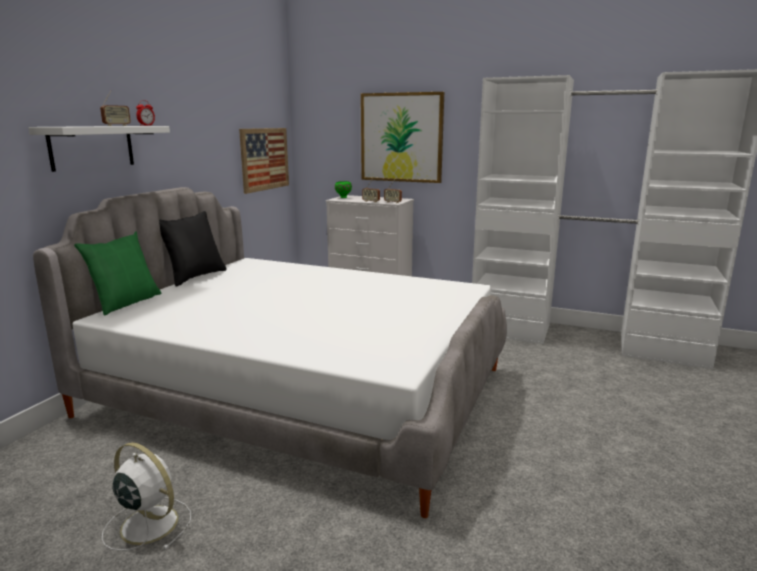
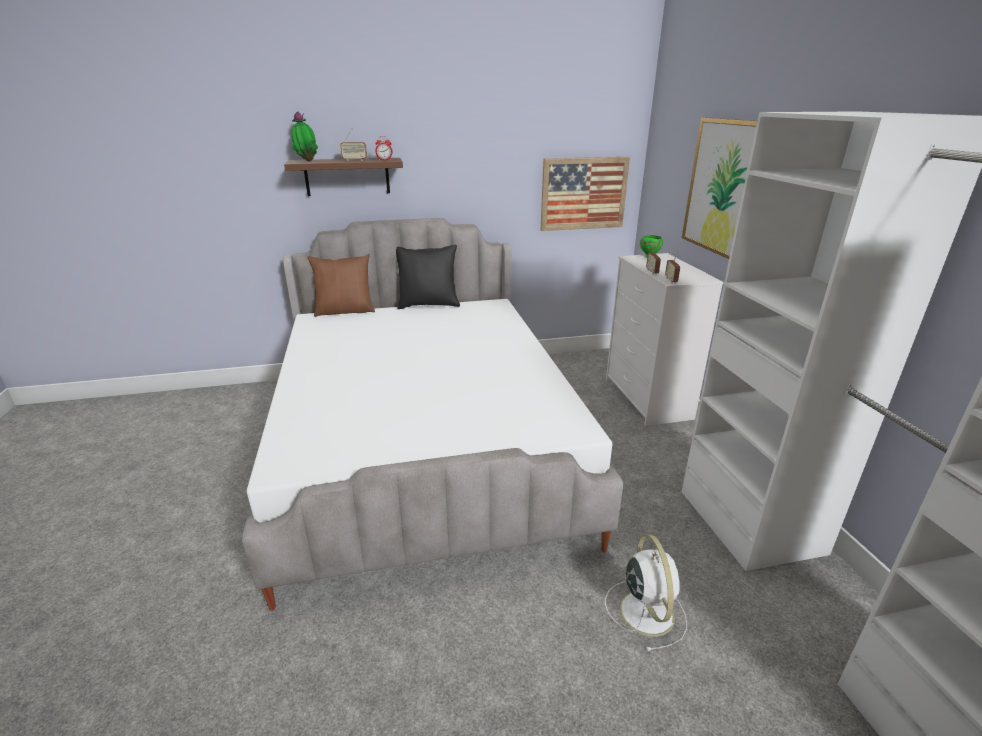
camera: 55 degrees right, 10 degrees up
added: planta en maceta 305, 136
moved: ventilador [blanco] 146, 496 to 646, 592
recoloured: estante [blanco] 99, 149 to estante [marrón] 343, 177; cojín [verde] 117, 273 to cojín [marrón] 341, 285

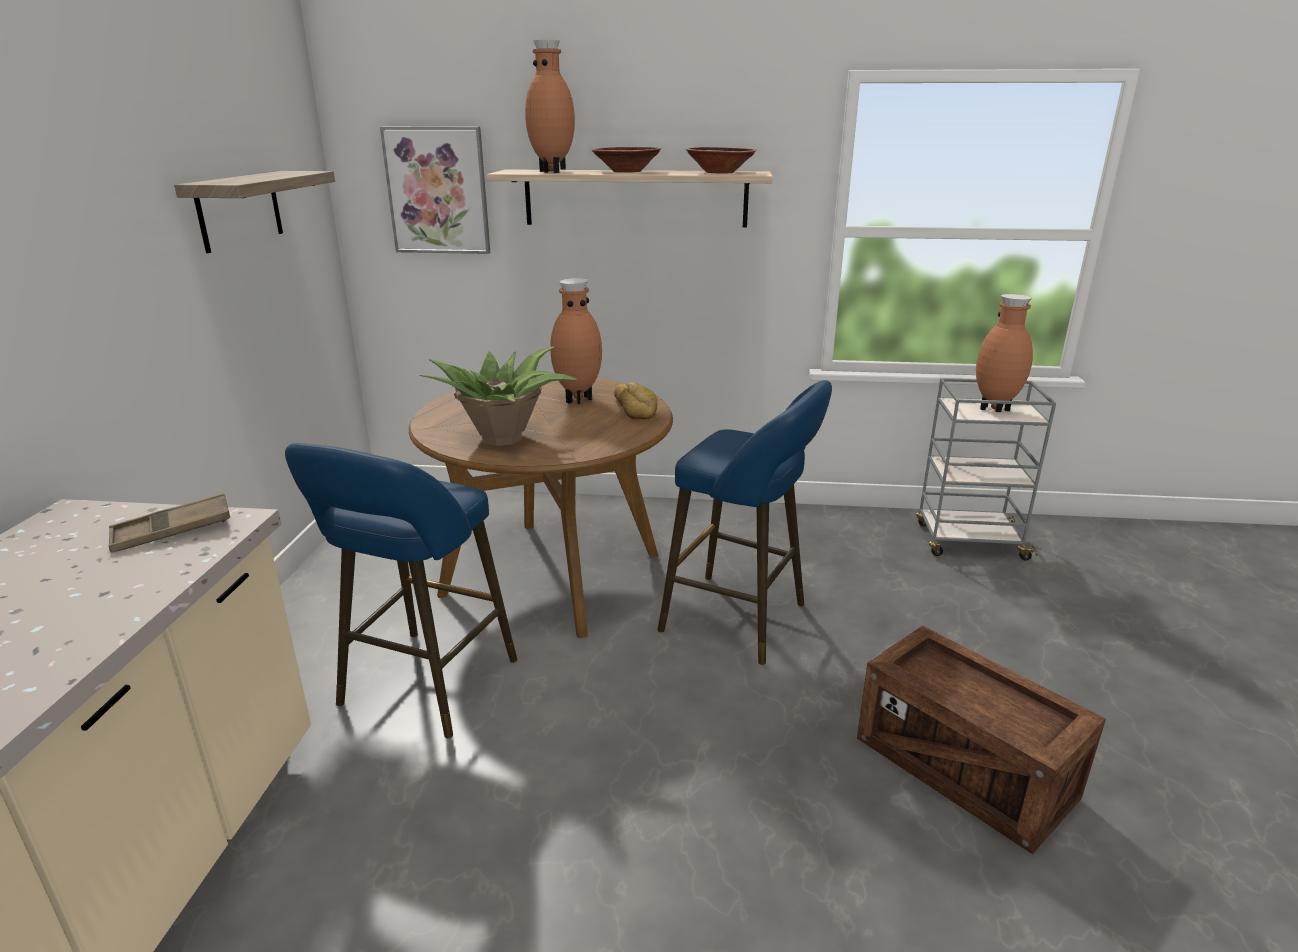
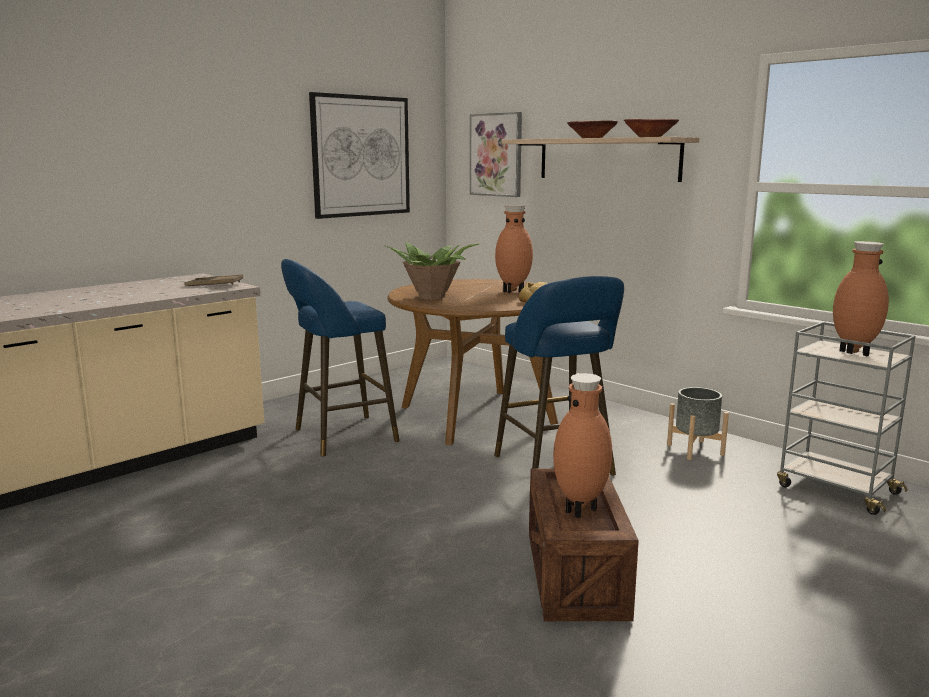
camera: 40 degrees right, 10 degrees down
added: maceta [gris] 698, 423
moved: florero [marrón] 550, 106 to 582, 445
replaced: estante 254, 212 to cuadro 359, 155

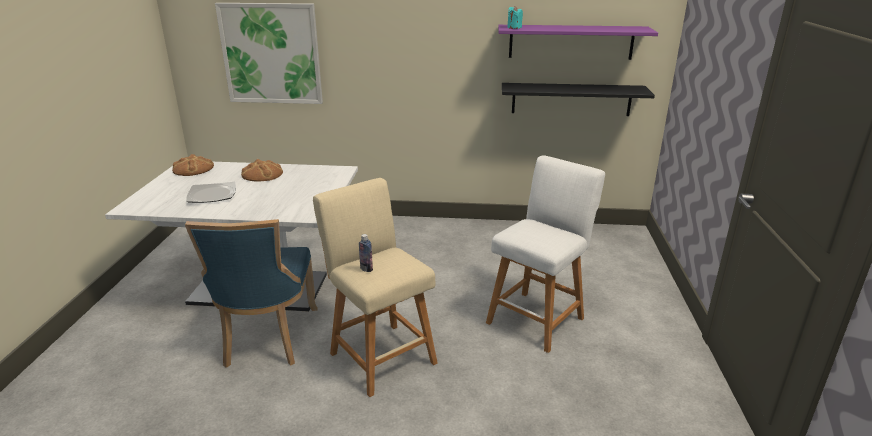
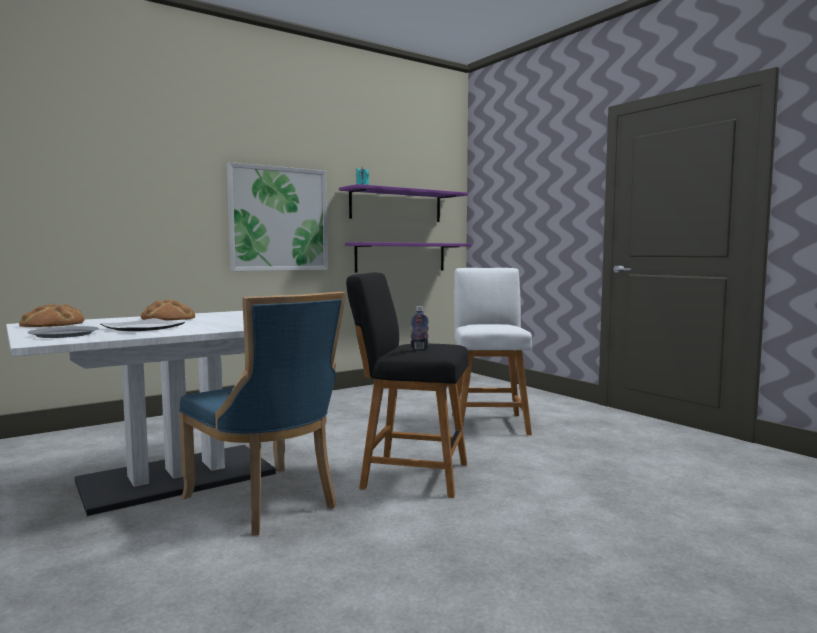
camera: 40 degrees left, 20 degrees down
added: plato [gris] 63, 332
moved: cuadro 269, 53 to 277, 216
recoloured: estante [negro] 578, 99 to estante [morado] 408, 257; taburete [beis] 375, 287 to taburete [negro] 407, 385

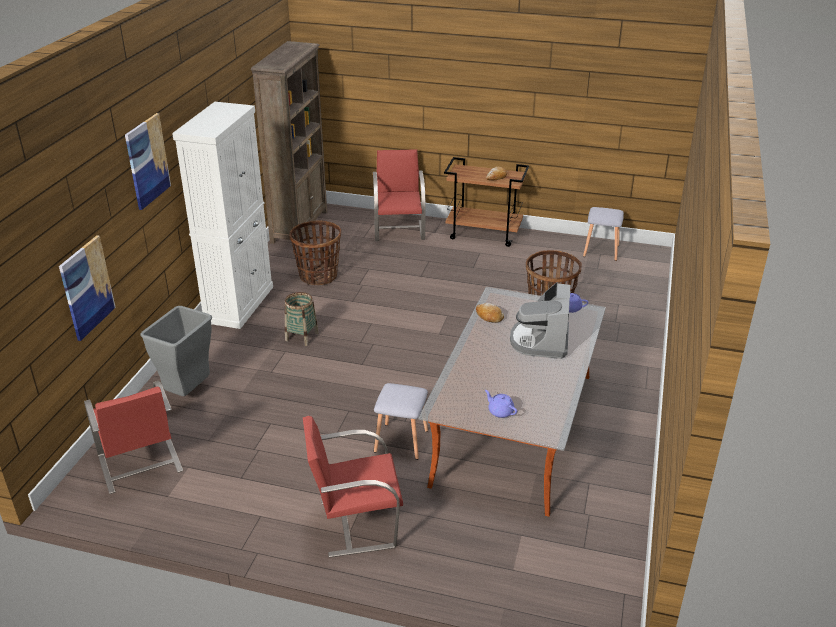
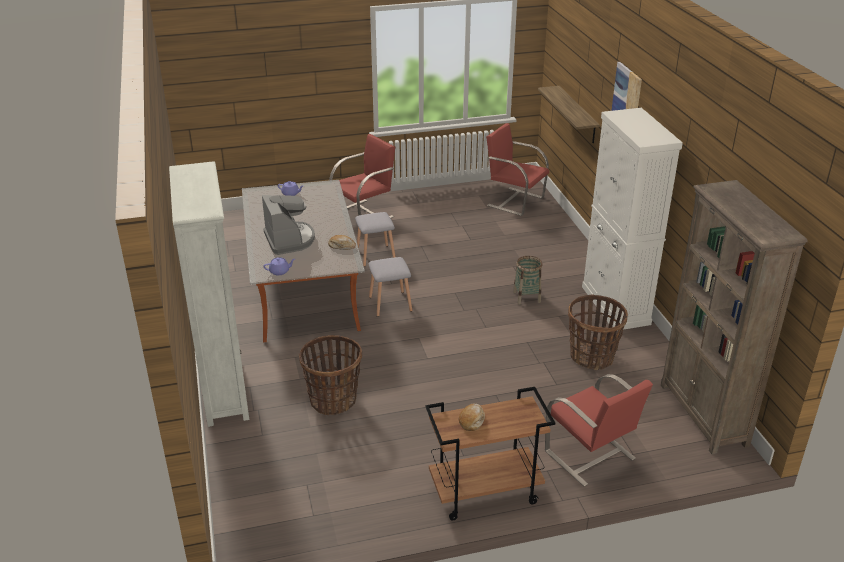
camera: 150 degrees right, 0 degrees up
removed: papelera [gris] 176, 351
added: estantería [blanco] 209, 294
moved: taburete [gris] 603, 234 to 390, 287
replaced: cuadro 87, 288 to estante 569, 114

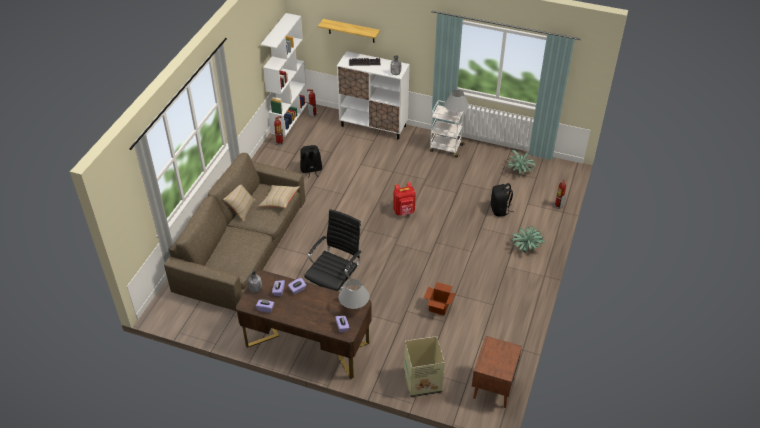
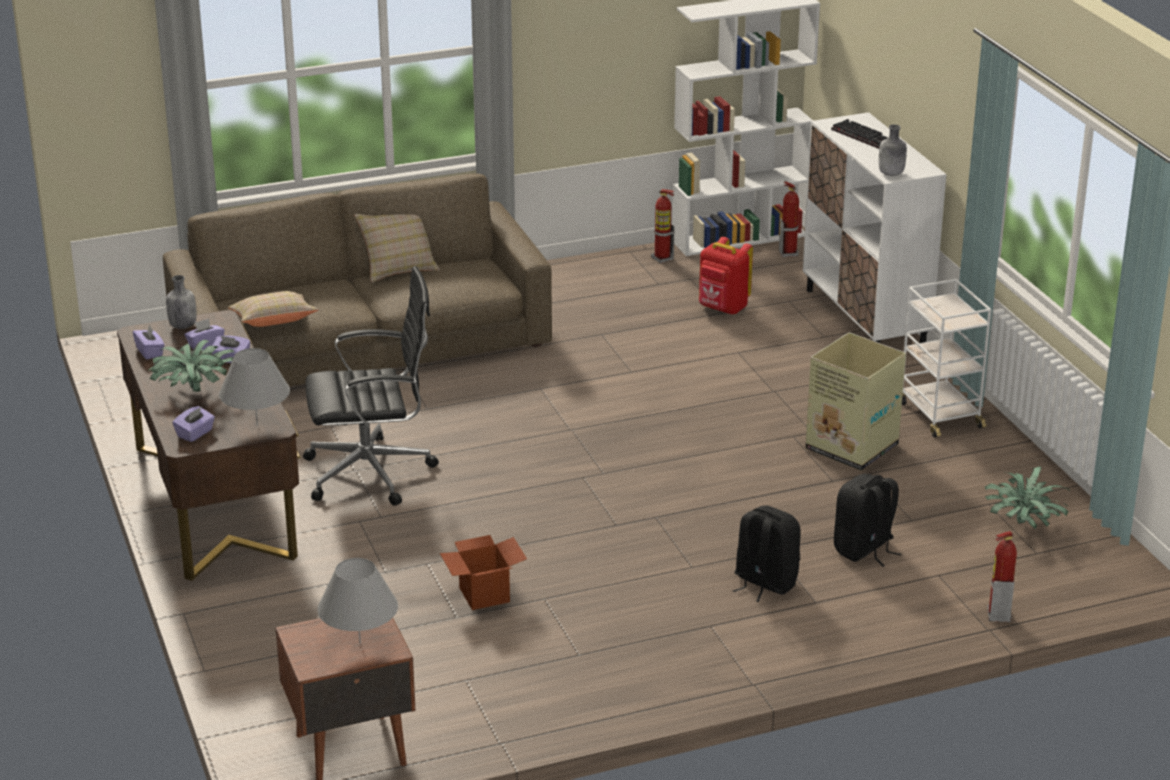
camera: 50 degrees right, 15 degrees down
removed: estante 349, 31
moved: lámpara de mesa [gris] 457, 101 to 357, 601; mochila [negro] 311, 161 to 767, 553; mochila [rojo] 404, 199 to 726, 276; cojín [beis] 279, 196 to 273, 309; planta en maceta 529, 239 to 191, 366; caja de cartón 424, 366 to 856, 401

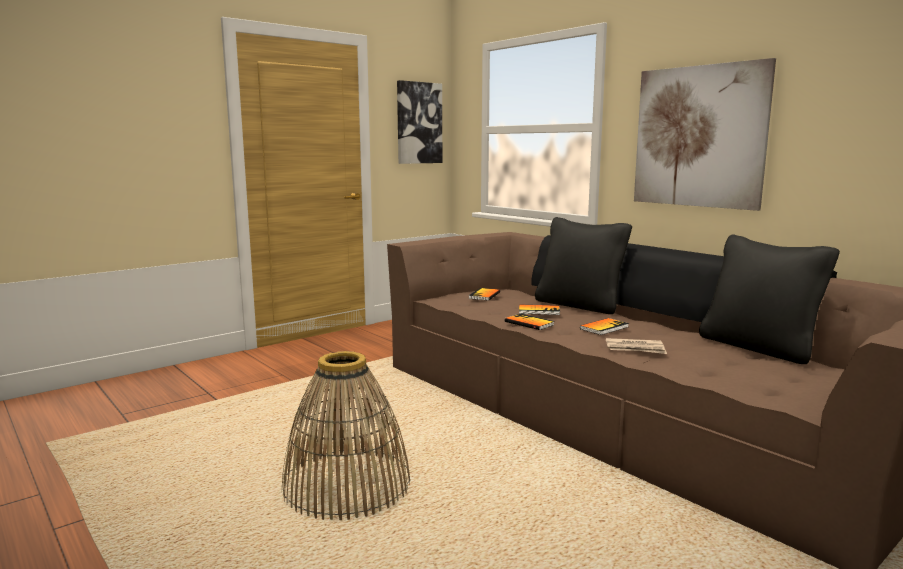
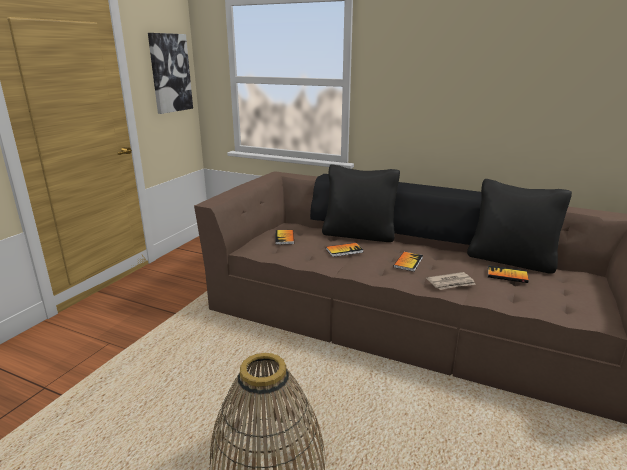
camera: 25 degrees left, 10 degrees up
removed: cuadro 705, 134
moved: libro 530, 322 to 508, 274

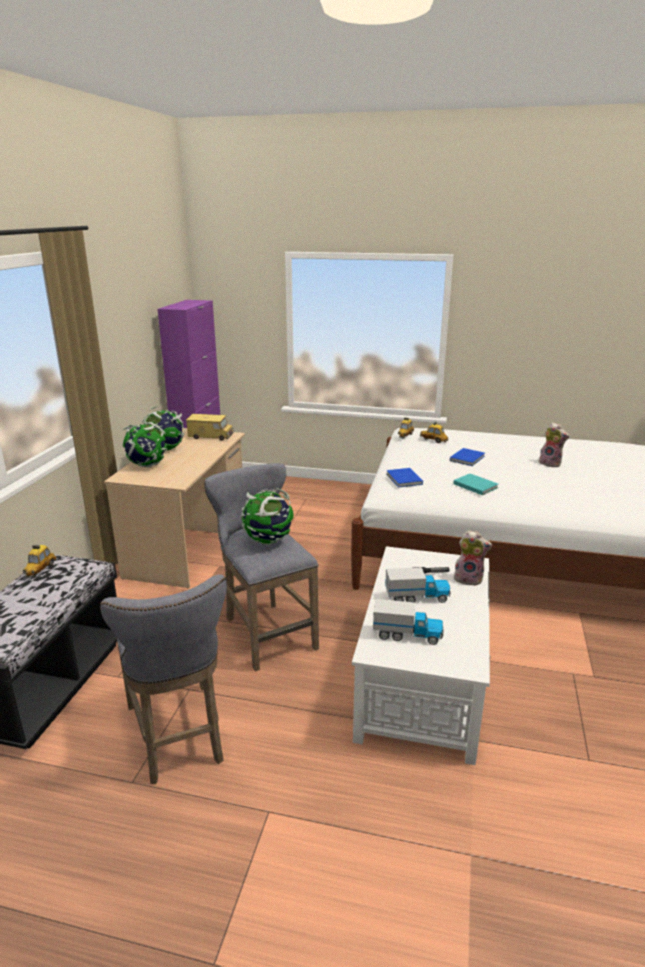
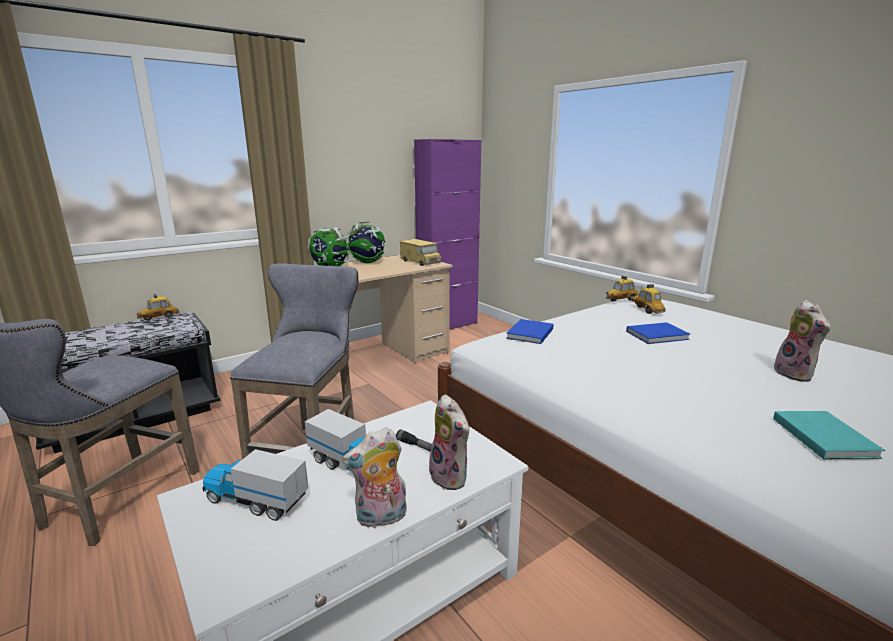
camera: 40 degrees right, 5 degrees down
removed: globo terráqueo 267, 516
added: peluche 375, 477
moved: libro [turquesa] 475, 484 to 829, 435
turned: camión de juguete 408, 622 = 255, 485 150 degrees clockwise

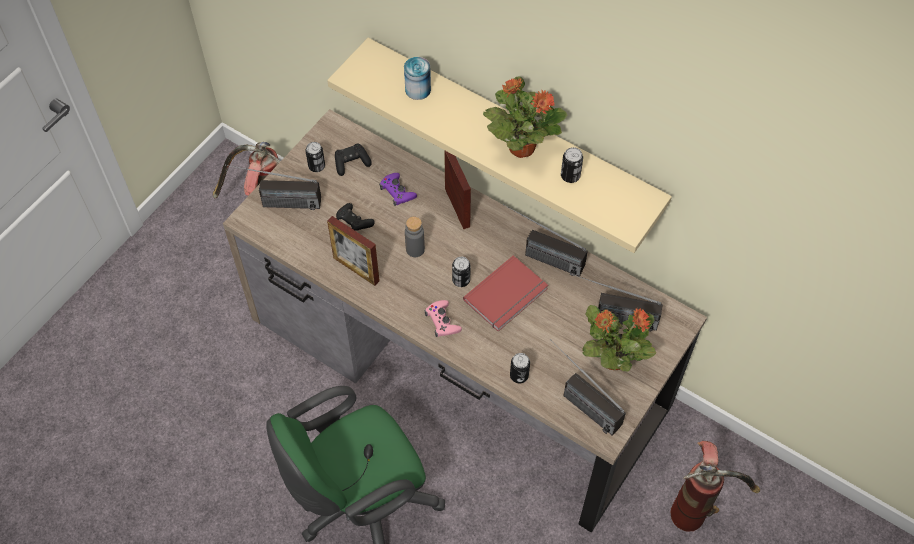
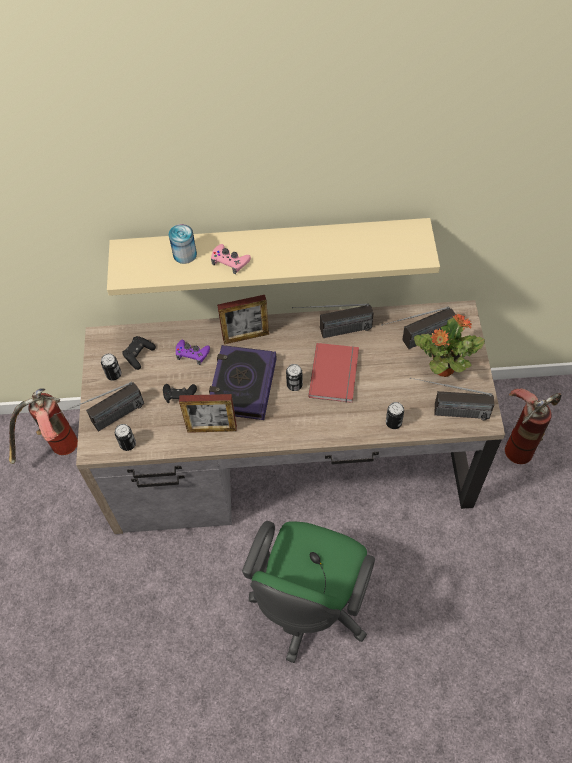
camera: 35 degrees left, 0 degrees up
removed: planta en maceta 525, 117
moved: lata 572, 165 to 125, 437; mando de consola [rosa] 443, 318 to 231, 259
replaced: botella [gris] 415, 237 to libro 242, 382
turned: portarretratos 457, 189 = 243, 319 135 degrees clockwise

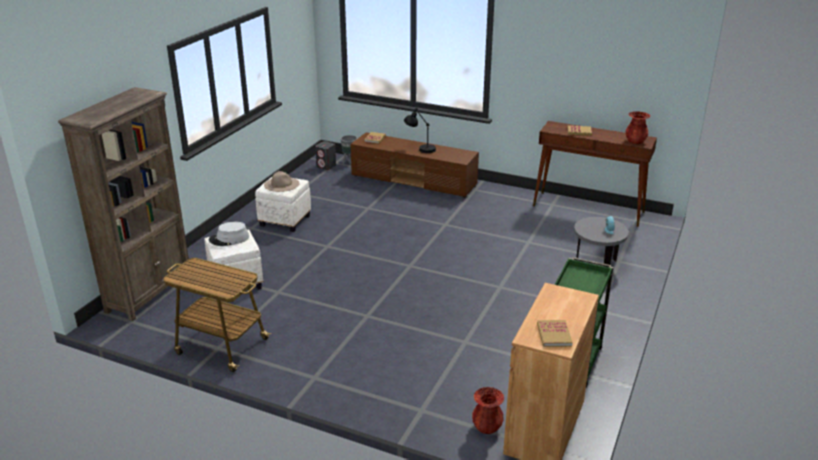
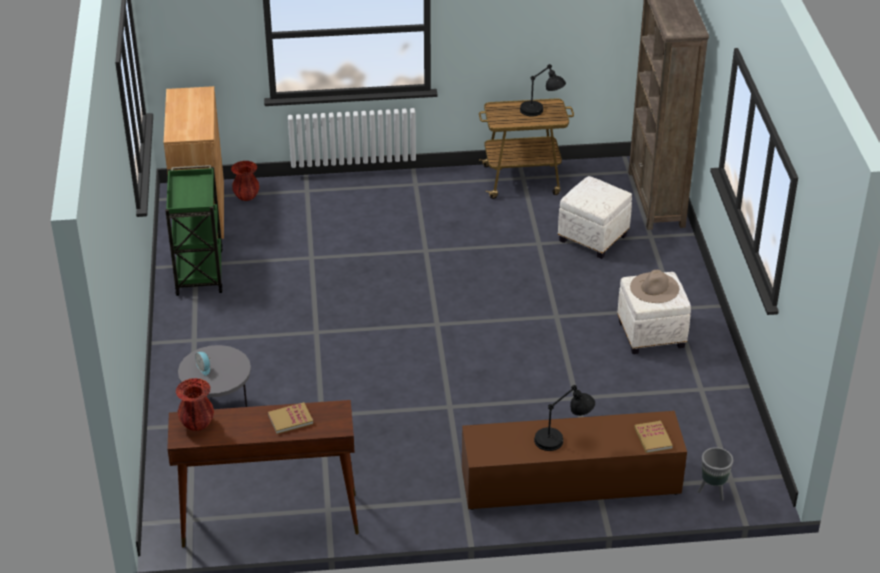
camera: 150 degrees right, 10 degrees up
removed: altavoz [gris] 325, 155; sombrero [gris] 229, 234; libro 555, 333
added: lámpara de mesa [negro] 543, 90

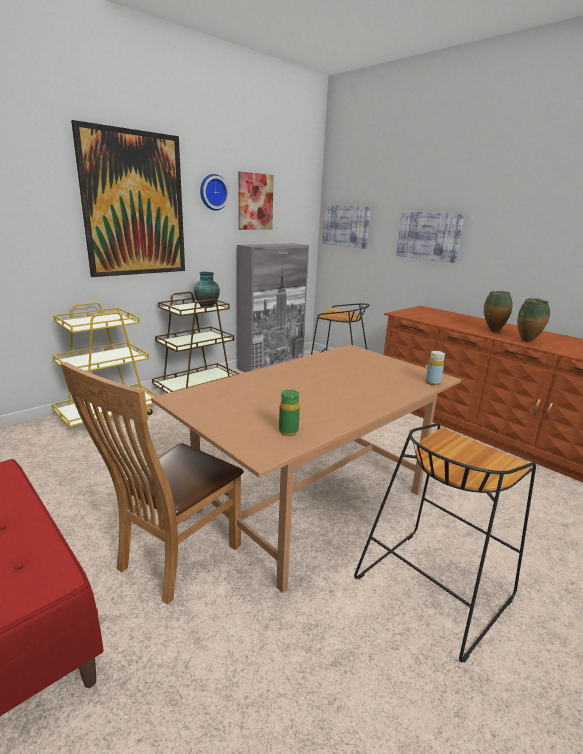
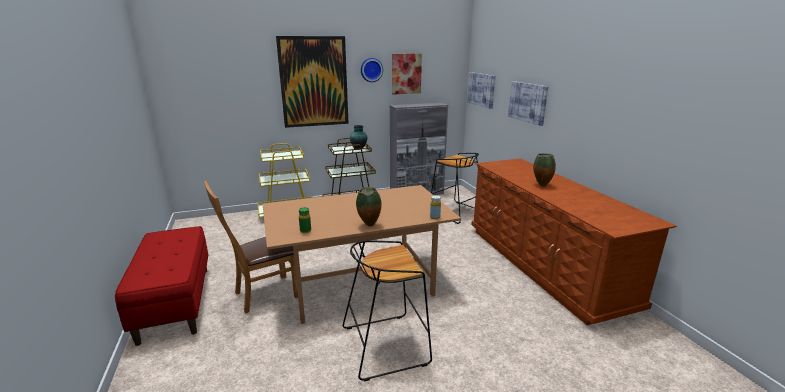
camera: 25 degrees right, 0 degrees up
moved: florero 533, 320 to 368, 206

